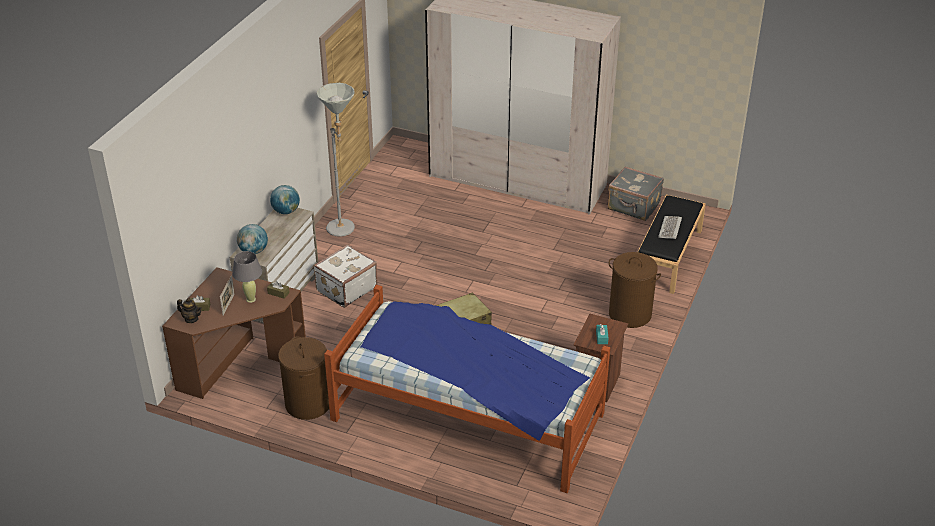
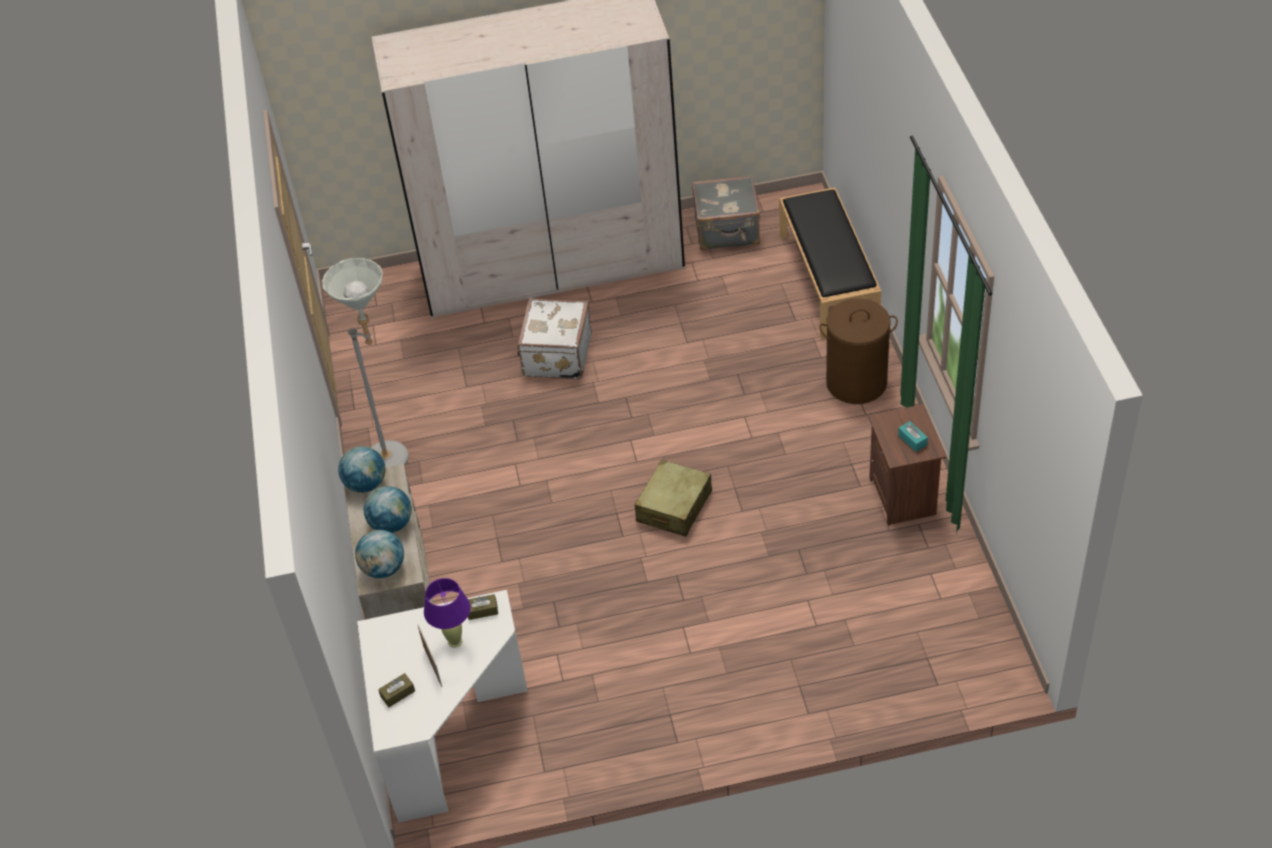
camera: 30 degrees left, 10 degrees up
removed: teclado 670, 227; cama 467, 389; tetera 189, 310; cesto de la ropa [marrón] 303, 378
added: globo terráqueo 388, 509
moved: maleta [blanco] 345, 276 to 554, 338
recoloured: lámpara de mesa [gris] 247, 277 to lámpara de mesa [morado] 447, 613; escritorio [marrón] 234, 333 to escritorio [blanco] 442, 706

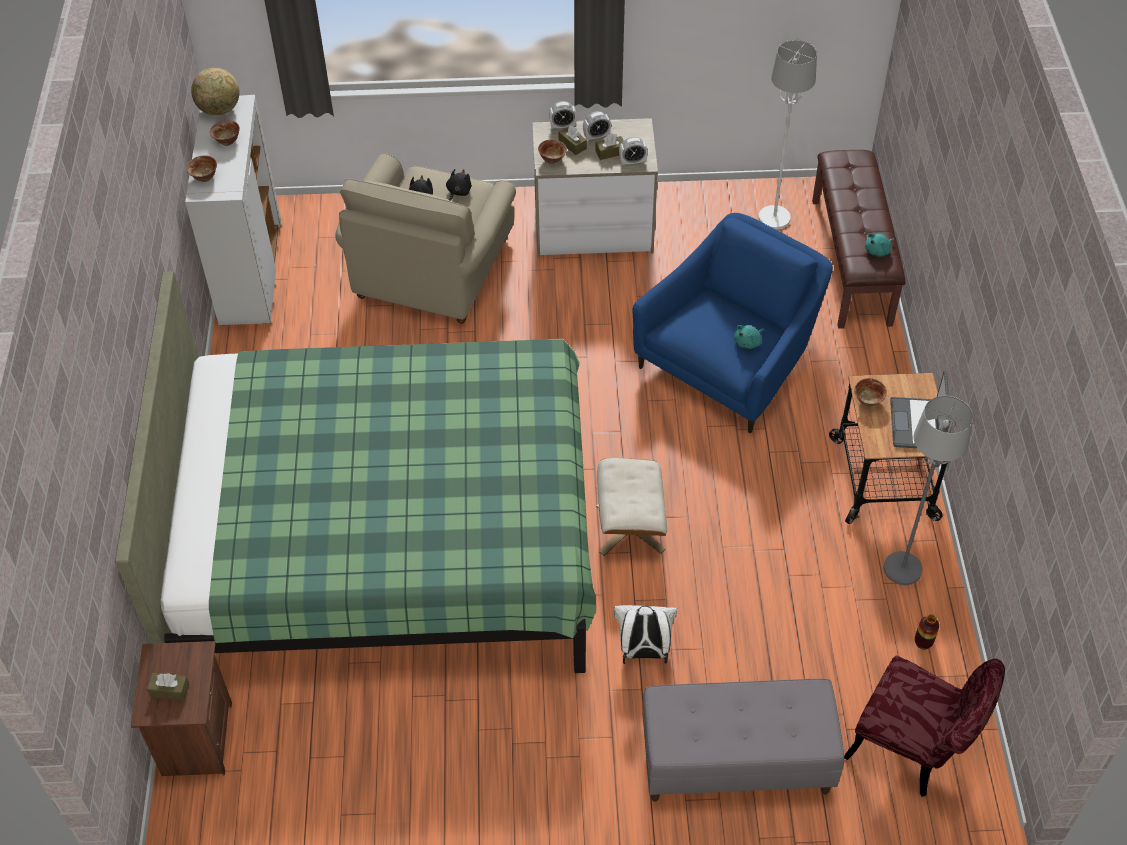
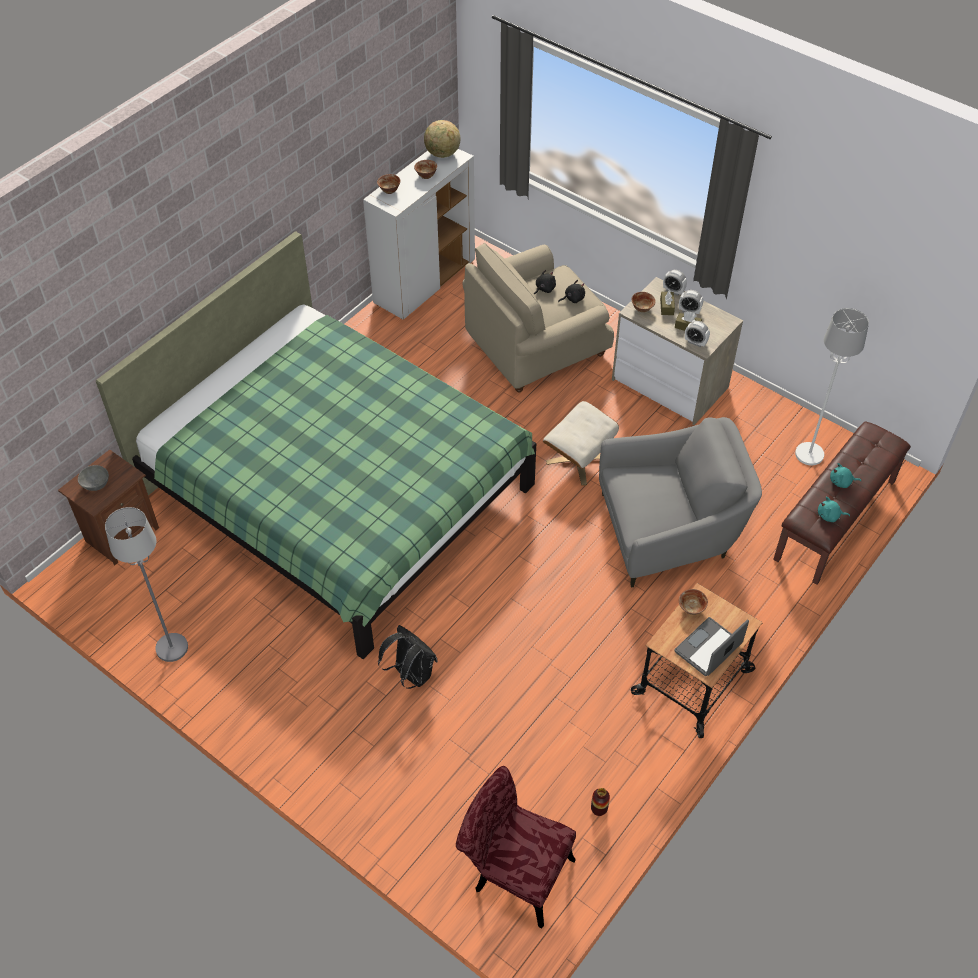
camera: 40 degrees right, 0 degrees up
removed: banco [gris] 743, 740
moved: peluche [turquesa] 749, 337 to 845, 475; lámpara de pie [gris] 928, 490 to 146, 584; puf [beis] 631, 507 to 581, 443
replaced: caja de pañuelos [marrón] 168, 686 to cuenco [gris] 93, 478
recoloured: sillón [azul] 732, 323 to sillón [gris] 680, 502; mochila [blanco] 645, 634 to mochila [negro] 408, 657
turned: silla [rojo] 924, 726 = 516, 847 135 degrees clockwise

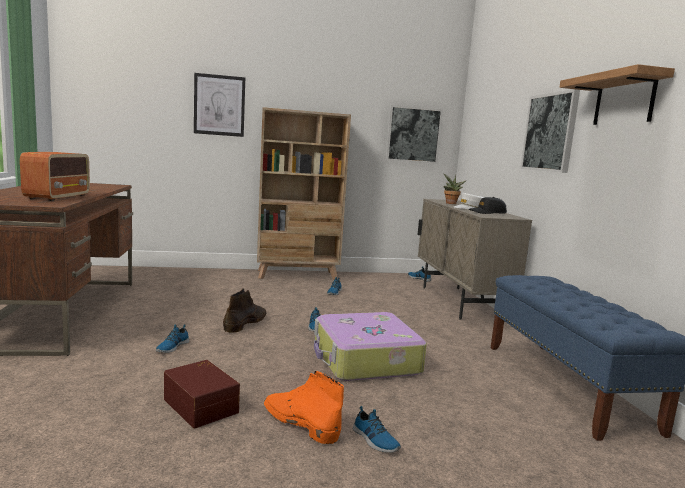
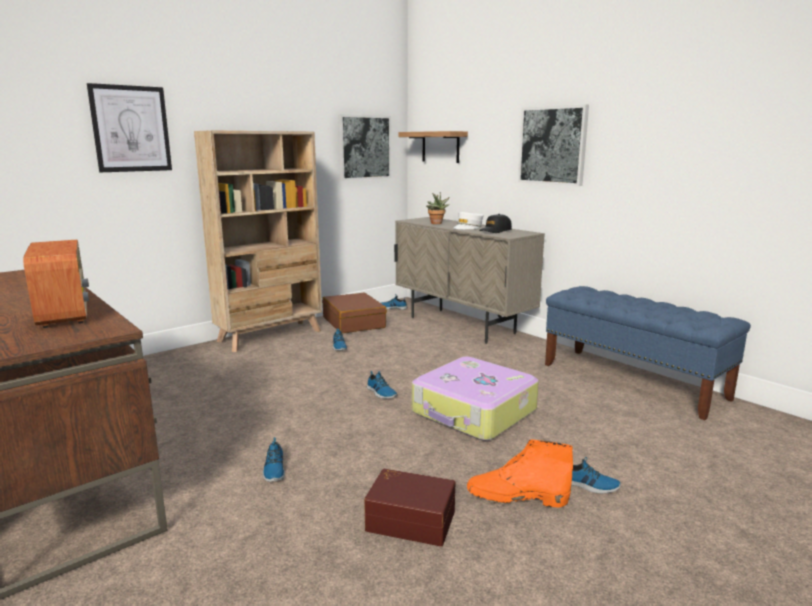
camera: 30 degrees left, 5 degrees up
removed: bota [marrón] 244, 310
added: maleta [marrón] 354, 313
moved: estante 617, 94 to 433, 147

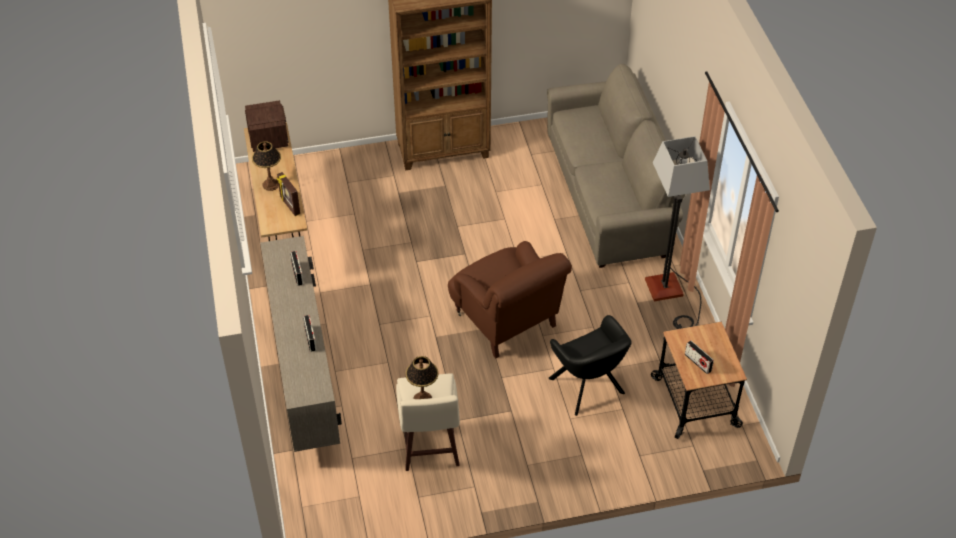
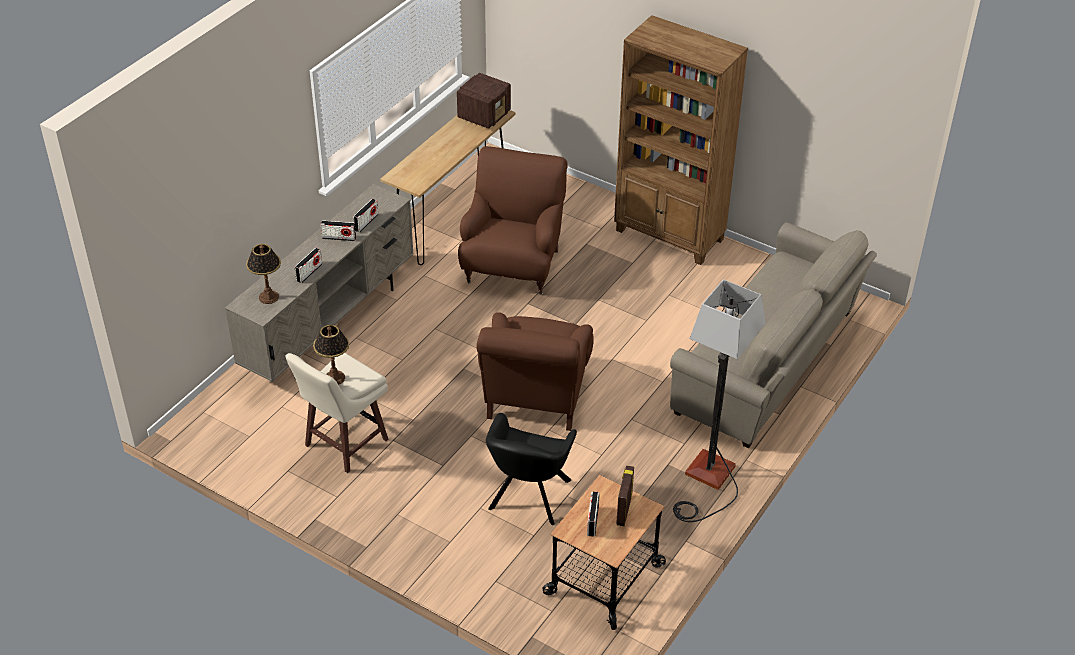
camera: 45 degrees right, 5 degrees down
added: sillón [marrón] 513, 220; radio 338, 230
moved: lámpara de mesa 266, 166 to 263, 274; portarretratos 288, 194 to 625, 496

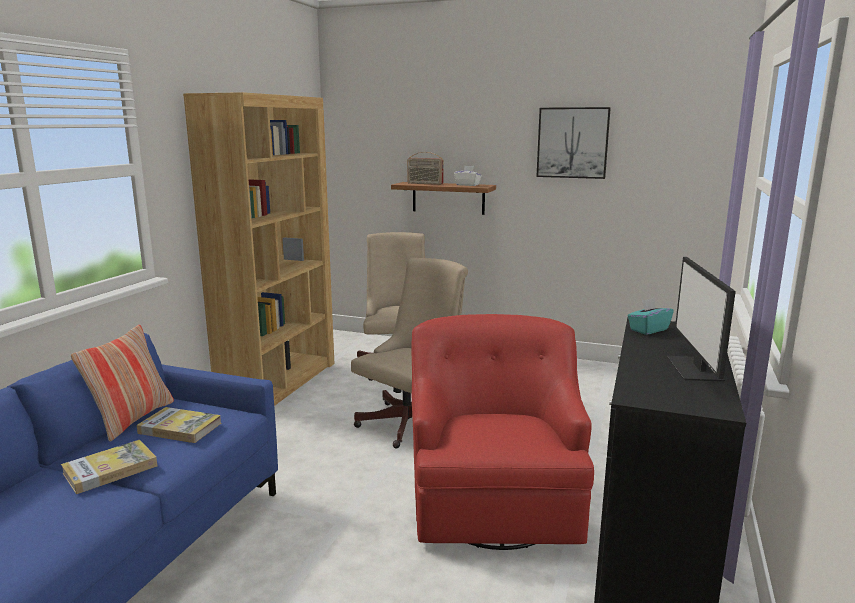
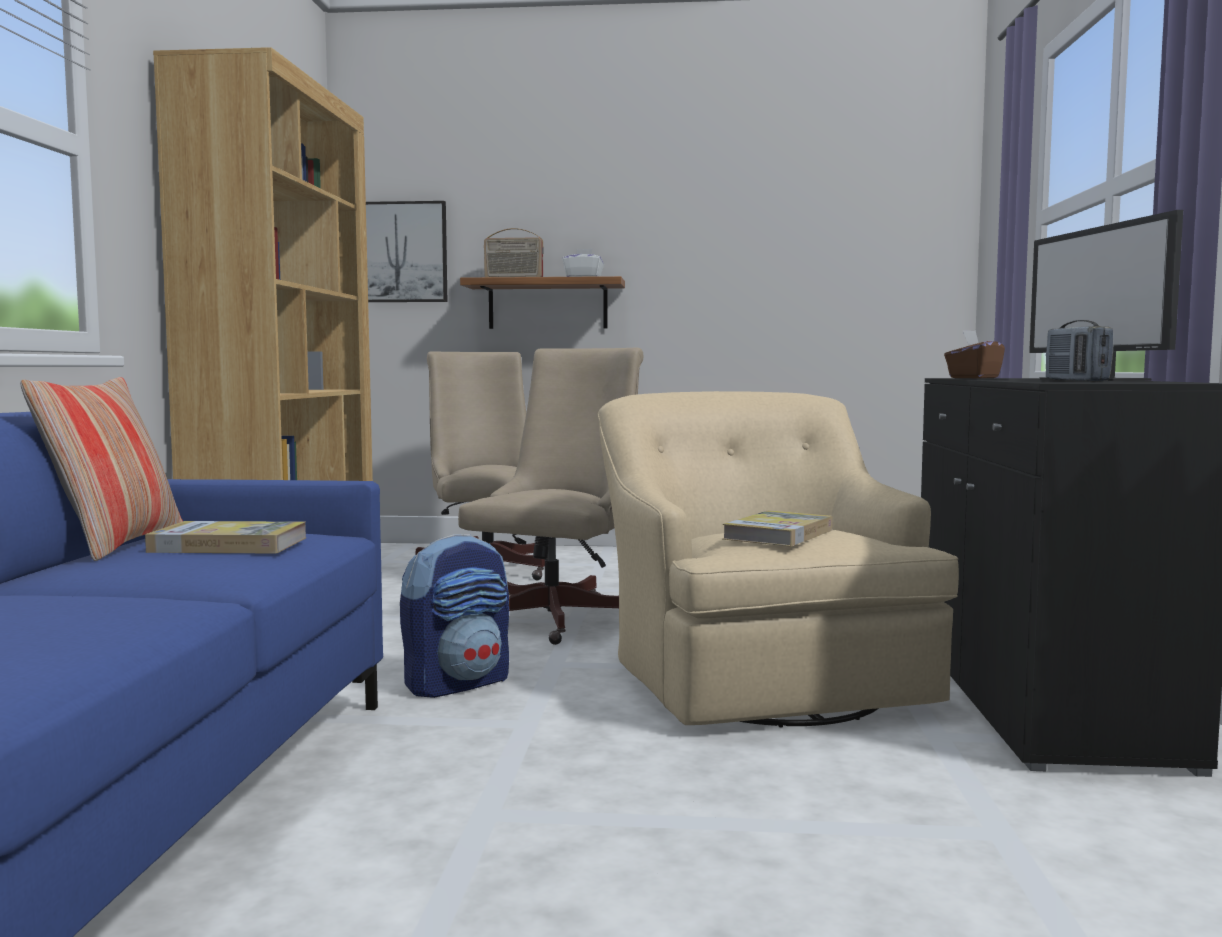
camera: 15 degrees left, 10 degrees down
added: radio 1079, 351; mochila 454, 616
moved: cuadro 573, 143 to 406, 251; libro 109, 467 to 778, 528
recoloured: caja de pañuelos [turquesa] 650, 316 to caja de pañuelos [marrón] 974, 354; sillón [rojo] 502, 432 to sillón [beis] 778, 559

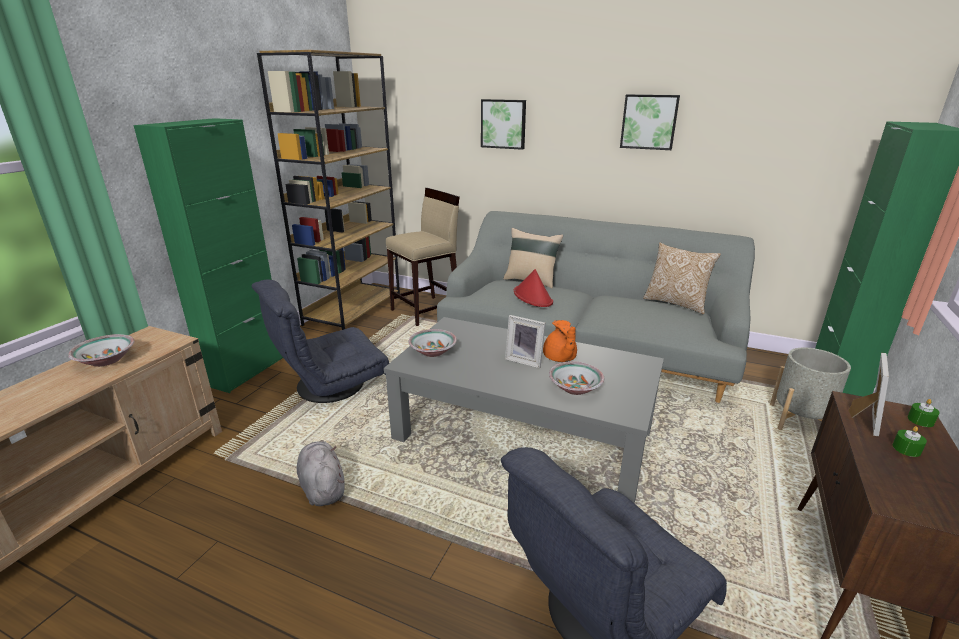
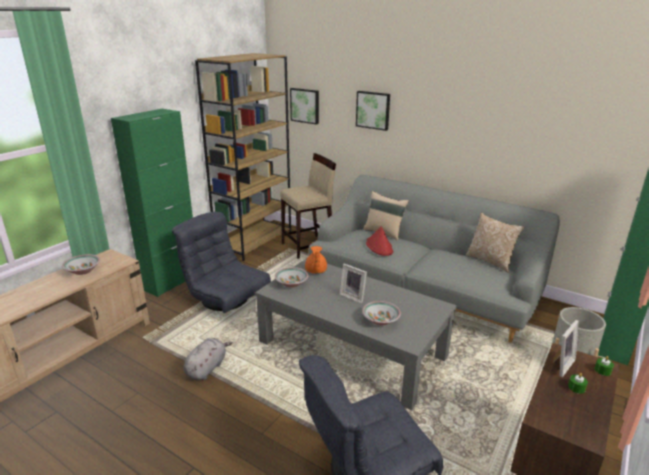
camera: 10 degrees right, 0 degrees up
moved: cuadro 650, 122 to 304, 106; tetera [naranja] 560, 341 to 316, 260
turned: sillón [gris] 320, 341 = 221, 262 60 degrees clockwise; peluche [gris] 321, 473 = 208, 359 45 degrees clockwise

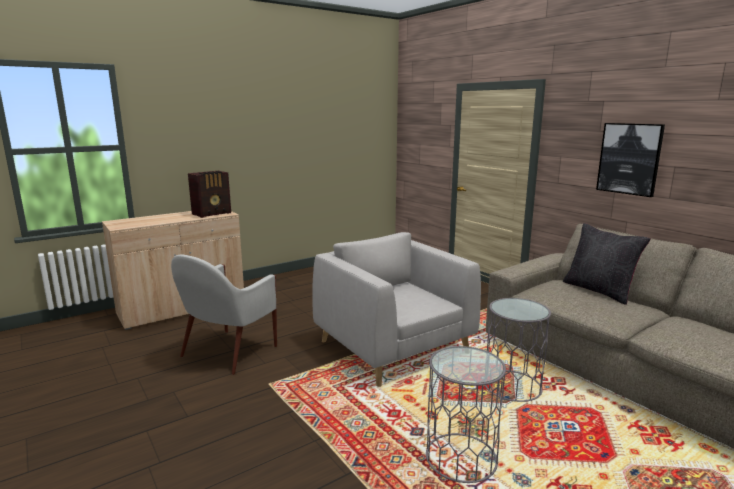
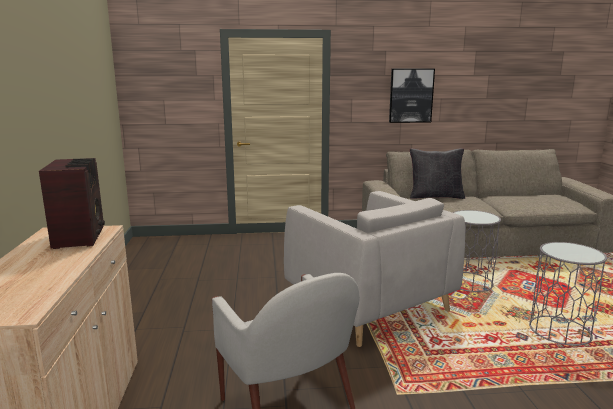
camera: 60 degrees left, 0 degrees up
turned: sillón [gris] 396, 309 = 374, 269 120 degrees counterclockwise

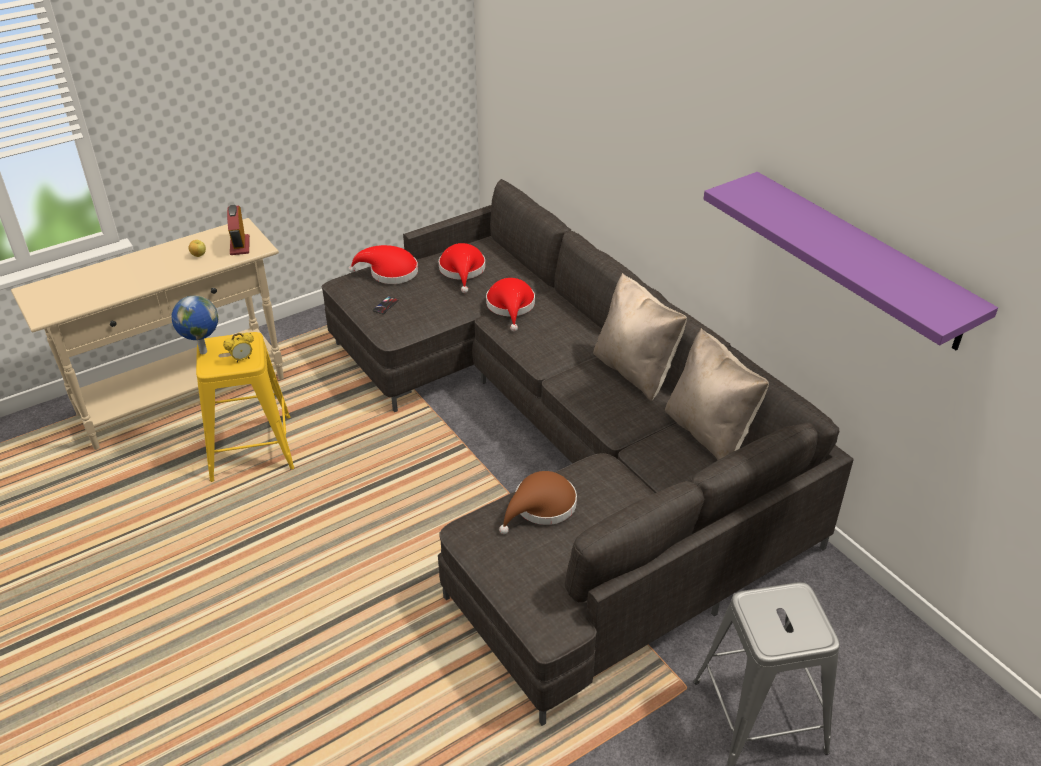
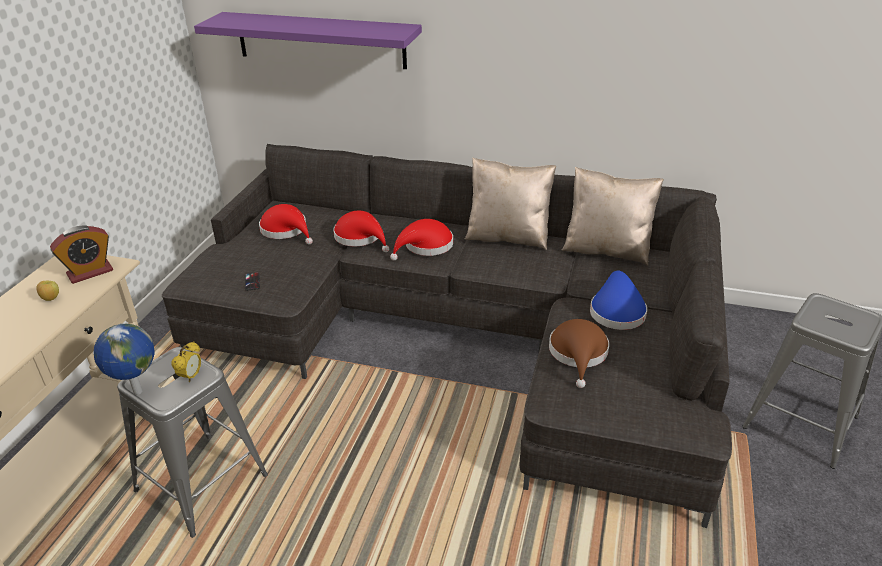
camera: 40 degrees left, 5 degrees down
added: sombrero [azul] 618, 300
moved: estante [morado] 850, 261 to 308, 40; sombrero [rojo] 383, 264 to 421, 239
recoloured: taburete [amarillo] 245, 407 to taburete [gris] 192, 442
turned: despertador 238, 230 = 81, 255 75 degrees counterclockwise

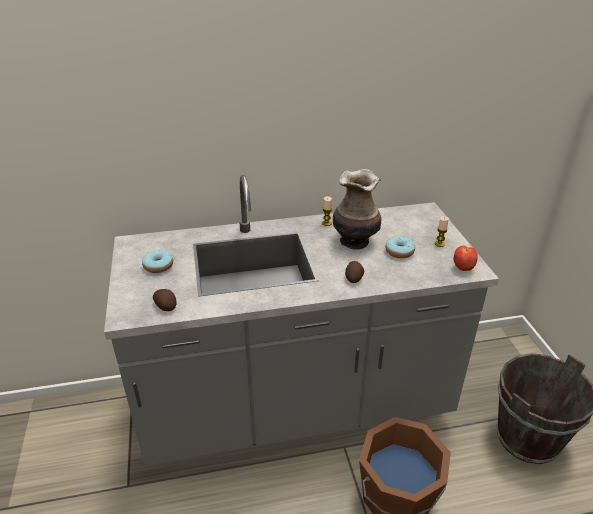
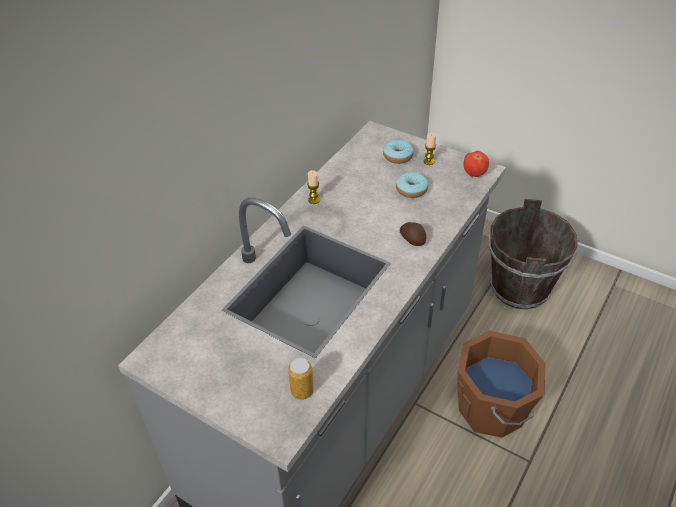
camera: 45 degrees left, 10 degrees up
removed: florero 357, 209
moved: rosquilla 157, 261 to 398, 151
replaced: patata 164, 300 to lata 301, 379

